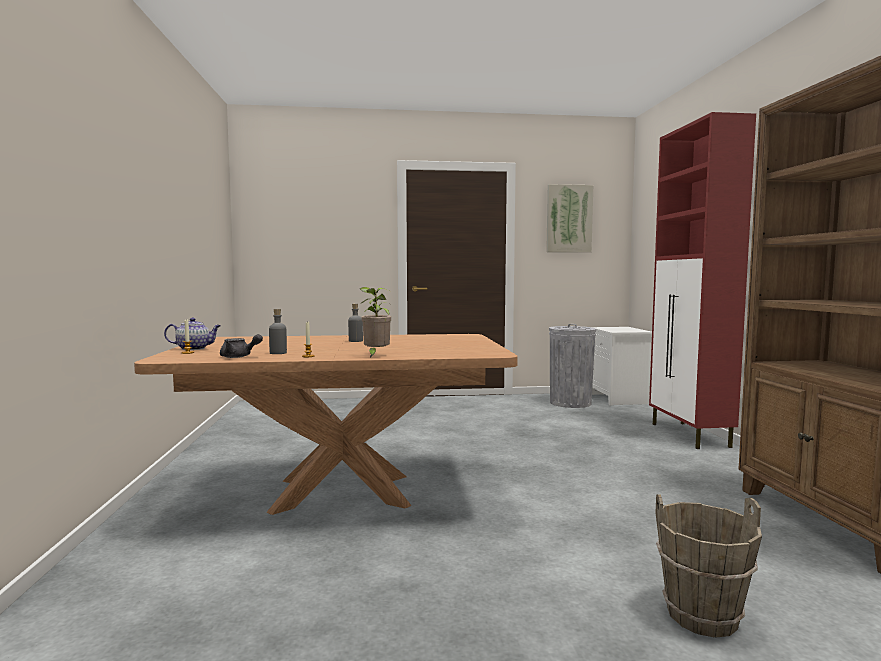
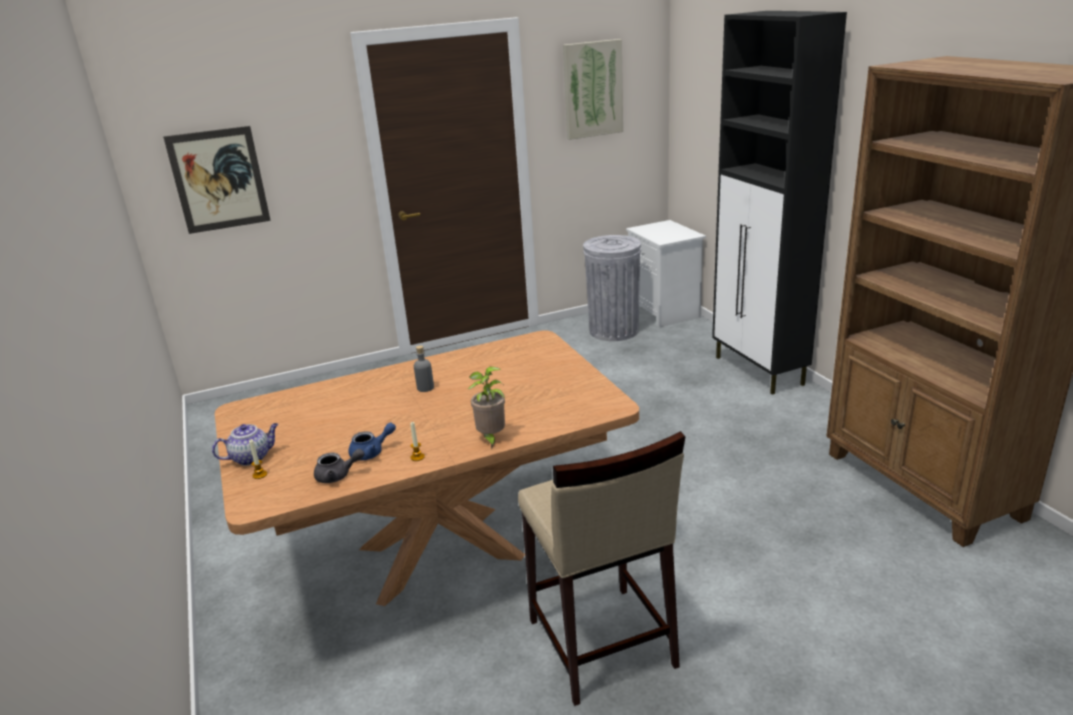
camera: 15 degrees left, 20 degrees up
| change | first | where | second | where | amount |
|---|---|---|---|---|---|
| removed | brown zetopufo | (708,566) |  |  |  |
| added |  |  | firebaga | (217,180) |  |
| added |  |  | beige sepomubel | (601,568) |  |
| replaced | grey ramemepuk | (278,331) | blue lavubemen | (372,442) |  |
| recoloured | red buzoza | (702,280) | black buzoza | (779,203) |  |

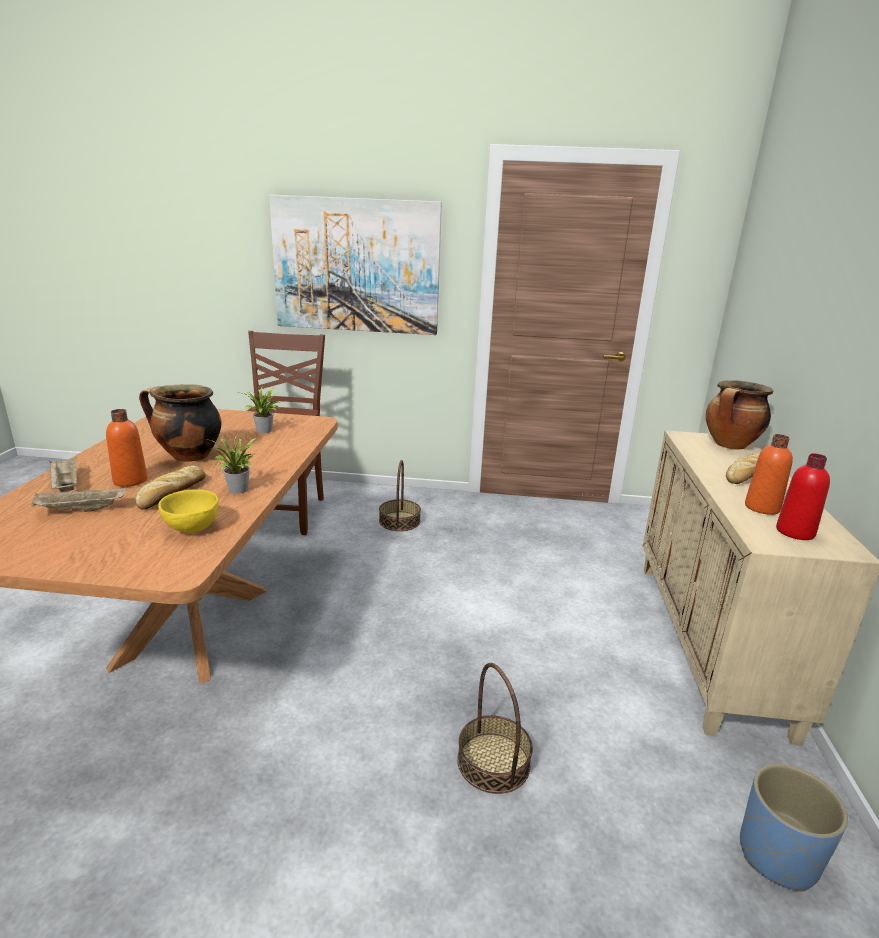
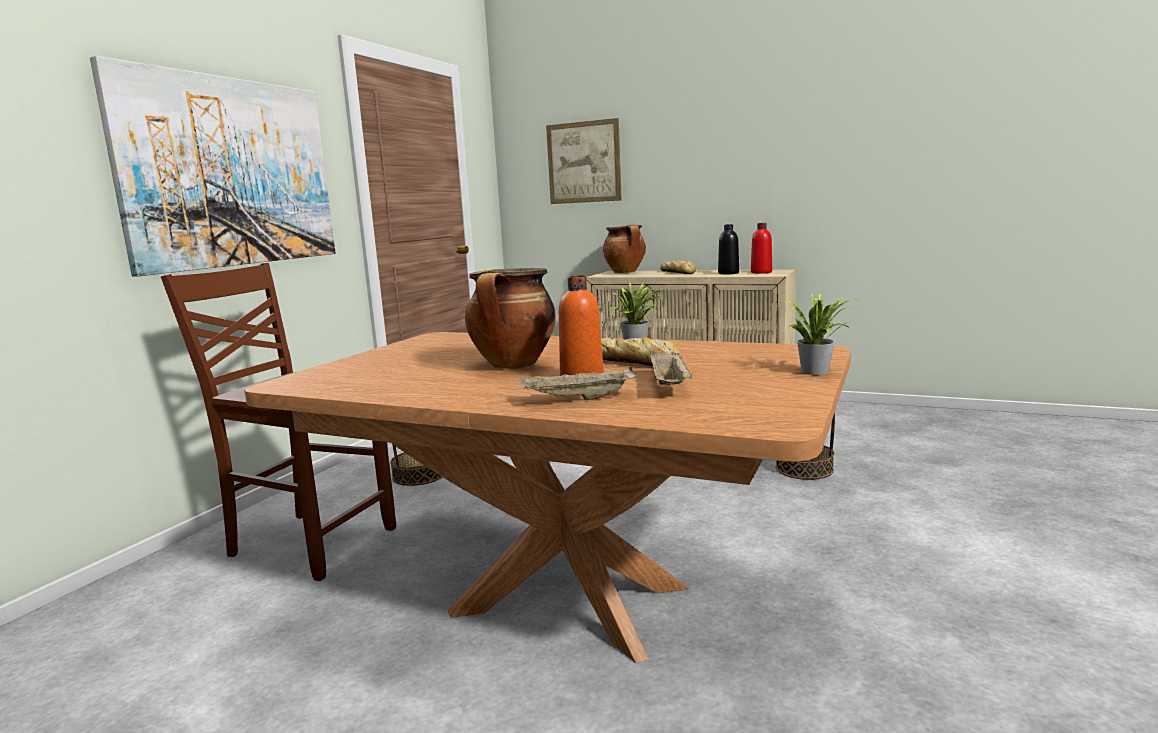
camera: 70 degrees left, 10 degrees down
| change | first | where | second | where | amount |
|---|---|---|---|---|---|
| removed | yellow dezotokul | (188,511) |  |  |  |
| removed | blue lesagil | (794,827) |  |  |  |
| added |  |  | firebaga | (584,161) |  |
| moved | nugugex | (261,410) |  | (819,333) |  |
| recoloured | orange ramemepuk | (769,474) | black ramemepuk | (728,249) |  |

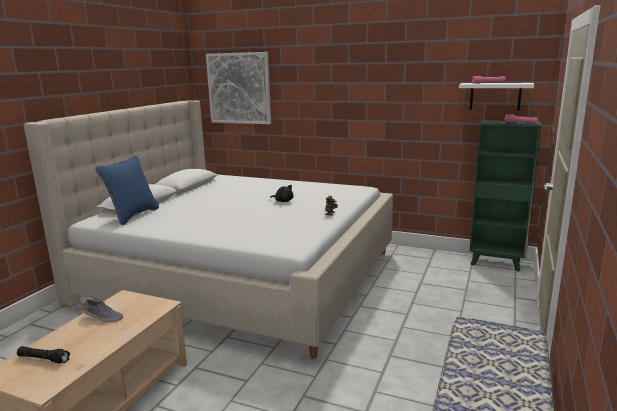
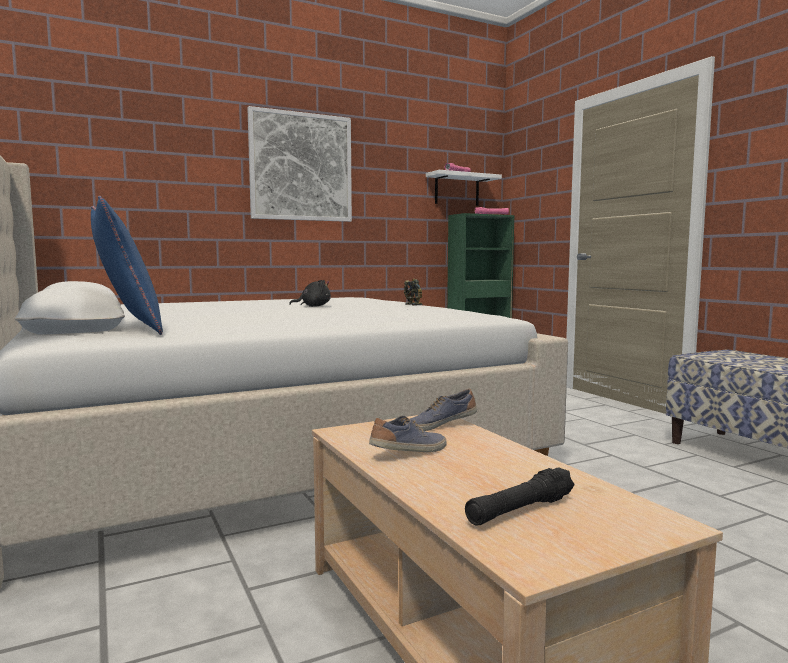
camera: 50 degrees left, 10 degrees down
| change | first | where | second | where | amount |
|---|---|---|---|---|---|
| added |  |  | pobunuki | (443,410) |  |
| moved | firebaga | (238,88) |  | (299,164) |  |

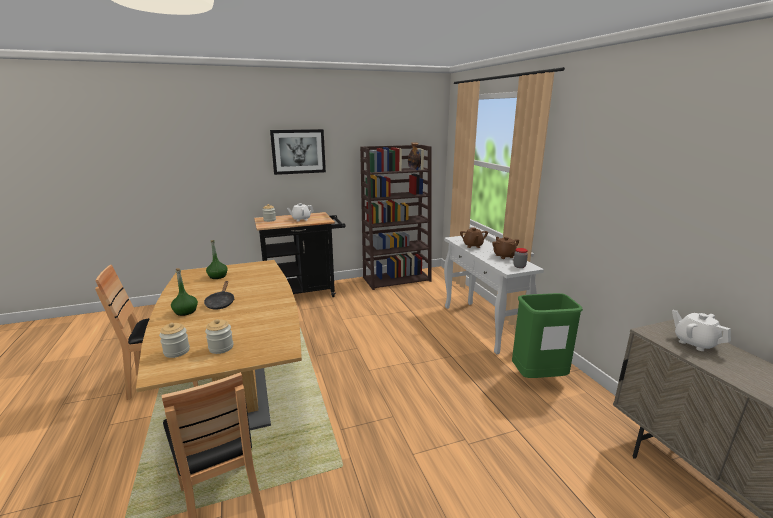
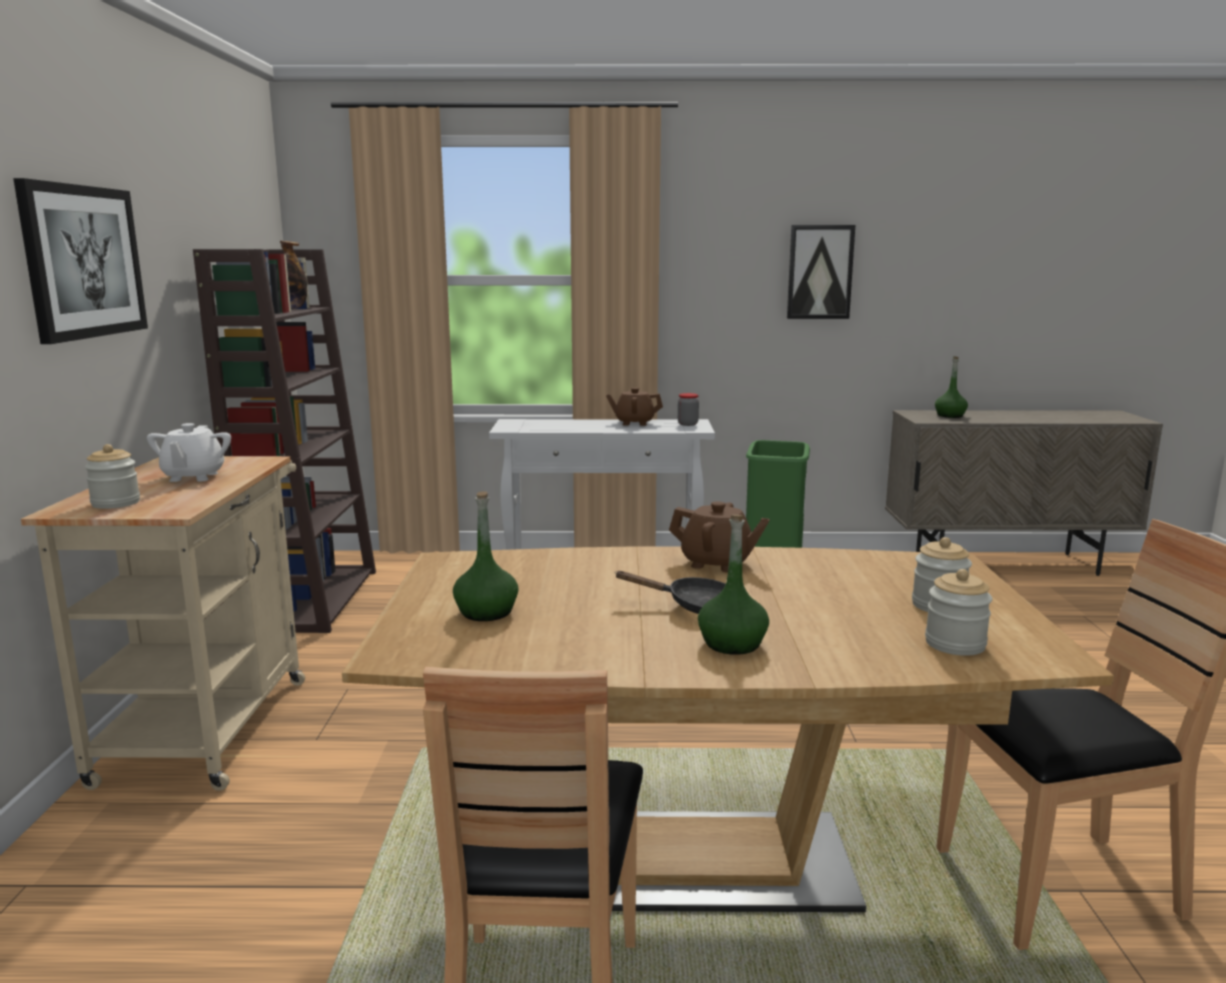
camera: 70 degrees left, 5 degrees down
| change | first | where | second | where | amount |
|---|---|---|---|---|---|
| added |  |  | firebaga | (821,272) |  |
| moved | brown lavubemen | (474,237) |  | (719,536) |  |
| replaced | white lavubemen | (701,330) | green ramemepuk | (951,387) |  |
| recoloured | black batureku | (299,254) | beige batureku | (163,623) |  |

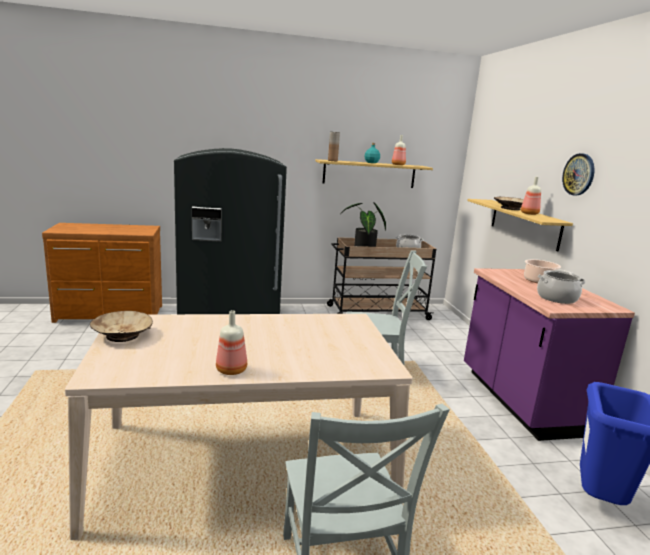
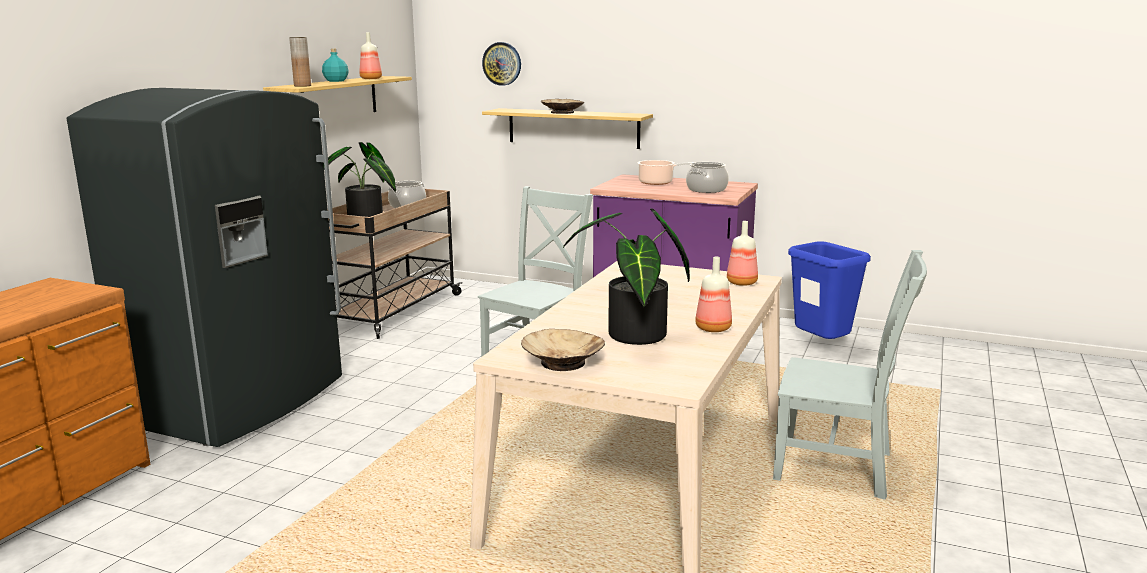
camera: 55 degrees left, 0 degrees up
| change | first | where | second | where | amount |
|---|---|---|---|---|---|
| added |  |  | nugugex | (626,276) |  |
| moved | ramemepuk | (531,196) |  | (742,253) |  |
| moved | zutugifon | (578,174) |  | (501,64) |  |

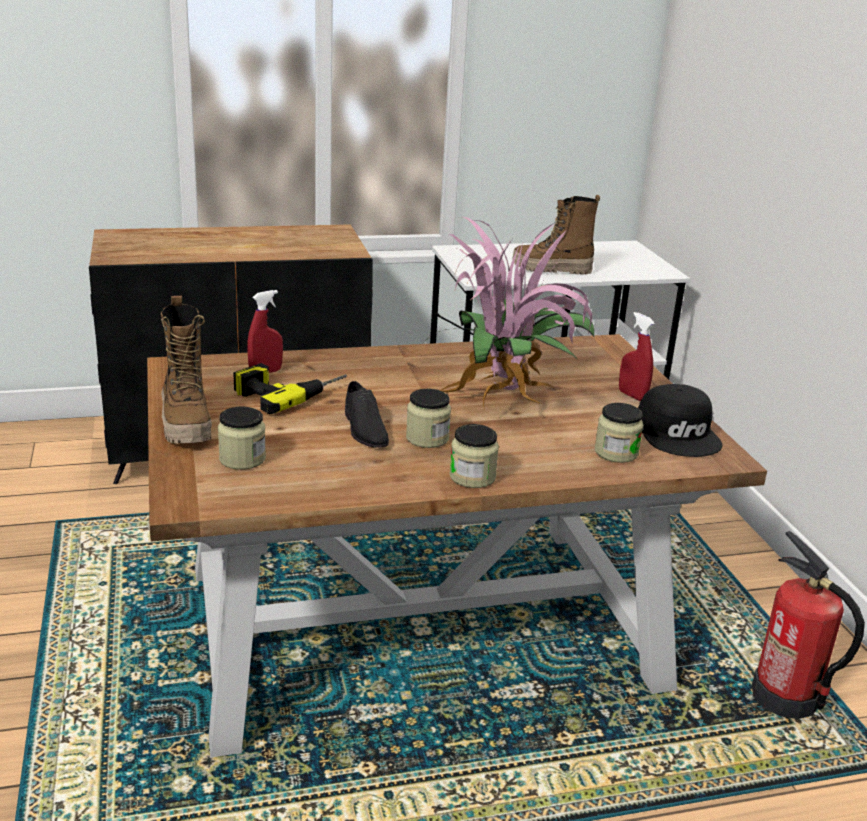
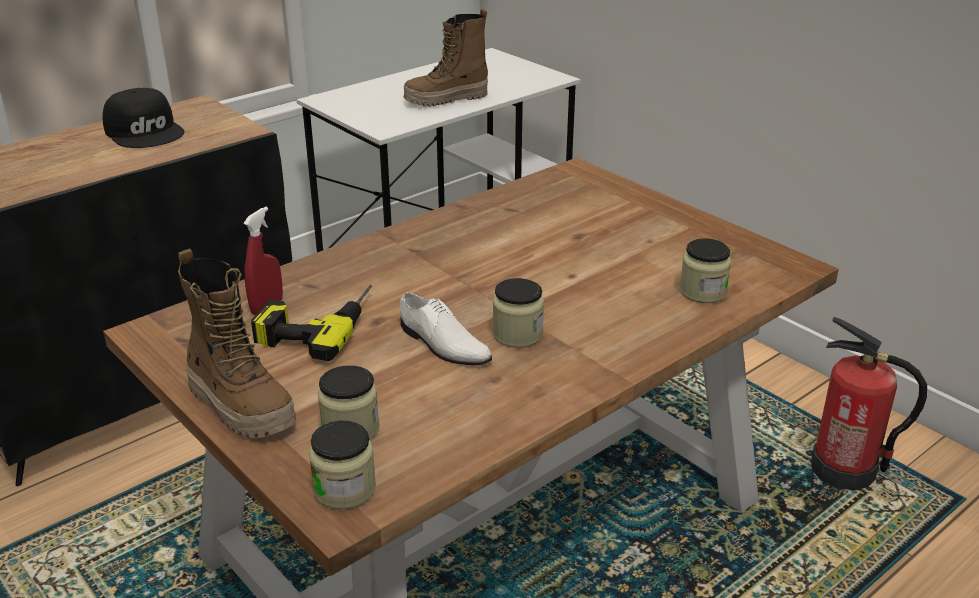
camera: 25 degrees left, 5 degrees up
| change | first | where | second | where | amount |
|---|---|---|---|---|---|
| removed | nugugex | (509,313) |  |  |  |
| removed | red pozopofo | (637,356) |  |  |  |
| moved | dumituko | (474,456) |  | (342,465) |  |
| moved | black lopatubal | (680,420) |  | (143,118) |  |
| recoloured | black pobunuki | (367,414) | white pobunuki | (446,329) |  |

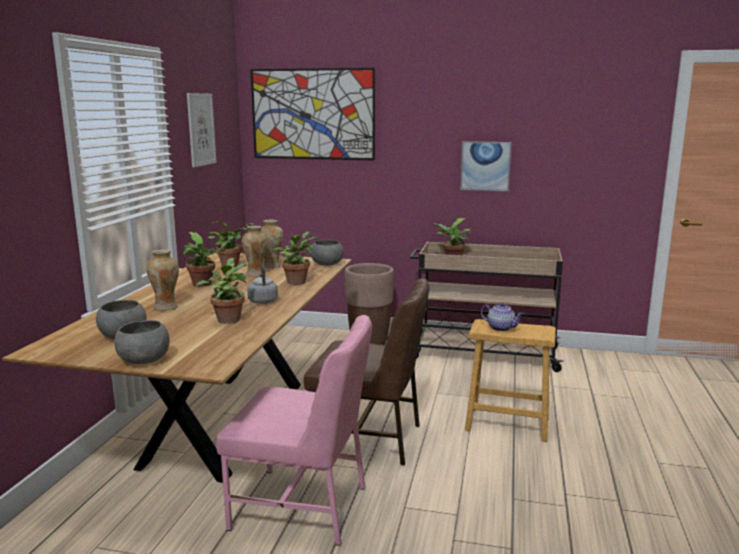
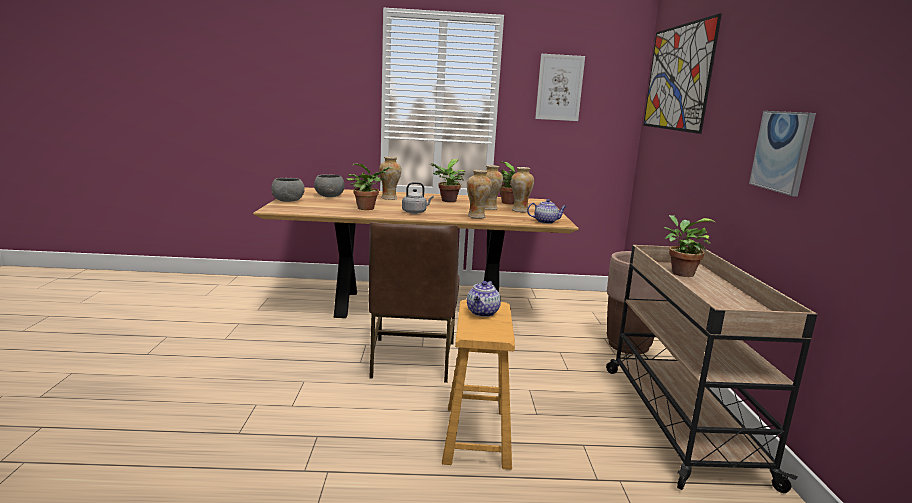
camera: 75 degrees right, 0 degrees up
| change | first | where | second | where | amount |
|---|---|---|---|---|---|
| removed | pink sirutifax | (294,430) |  |  |  |
| replaced | nugugex | (295,258) | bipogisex | (479,194) |  |
| replaced | grey dezotokul | (327,253) | lavubemen | (547,211) |  |

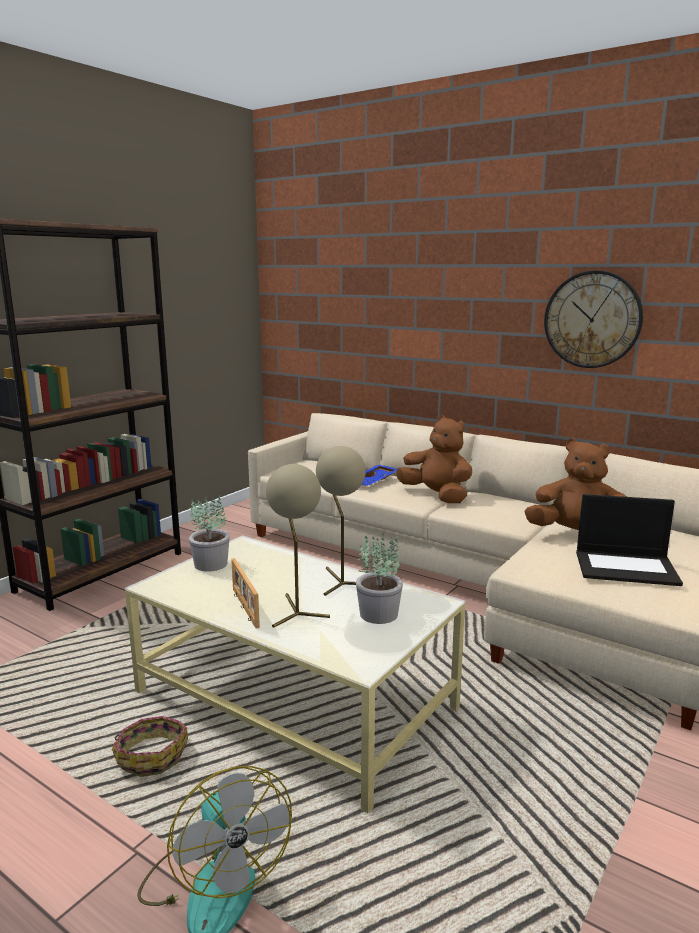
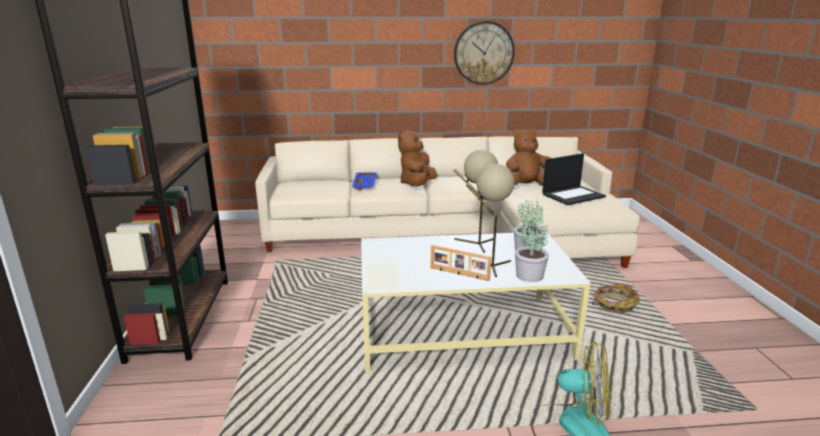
camera: 40 degrees left, 5 degrees up
| change | first | where | second | where | amount |
|---|---|---|---|---|---|
| moved | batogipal | (150,746) |  | (616,298) |  |
| moved | nugugex | (209,533) |  | (532,249) |  |
| turned | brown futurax | (434,459) |  | (417,157) | 75 degrees counterclockwise |

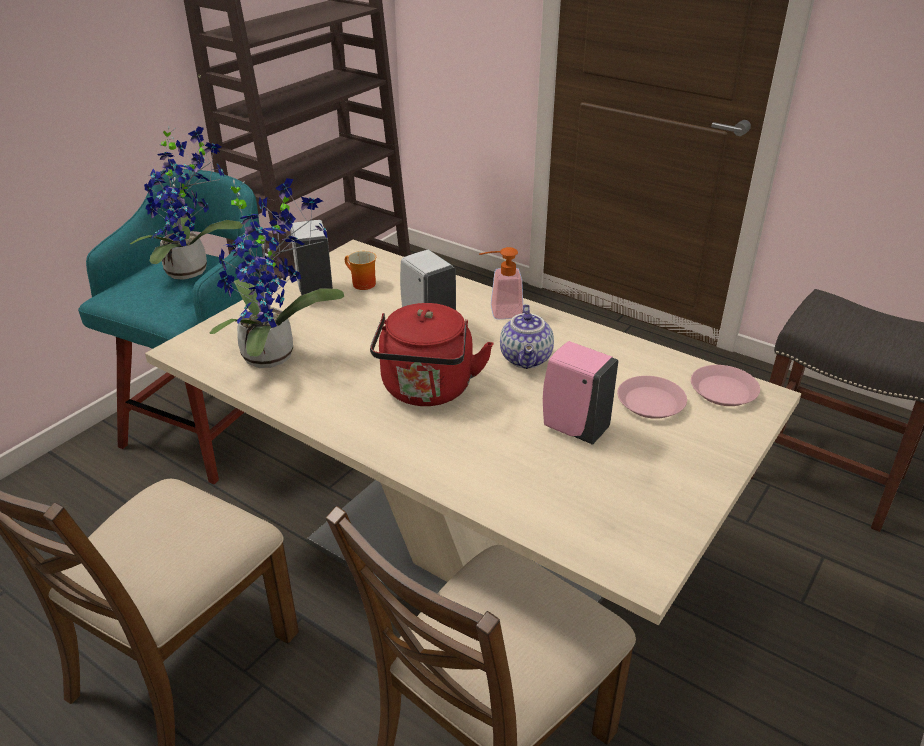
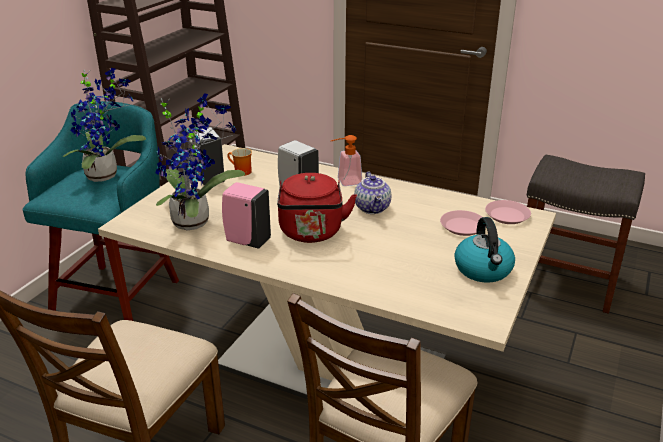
camera: 10 degrees left, 5 degrees down
| change | first | where | second | where | amount |
|---|---|---|---|---|---|
| added |  |  | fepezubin | (484,250) |  |
| moved | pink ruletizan | (580,393) |  | (246,215) |  |

